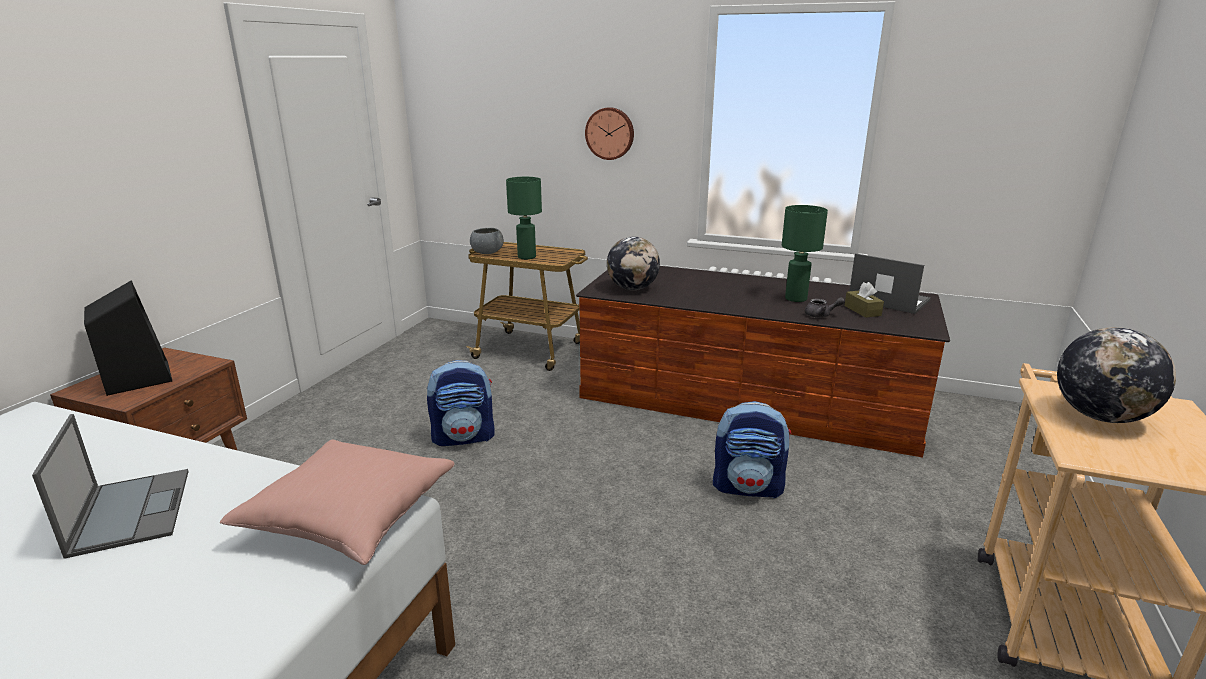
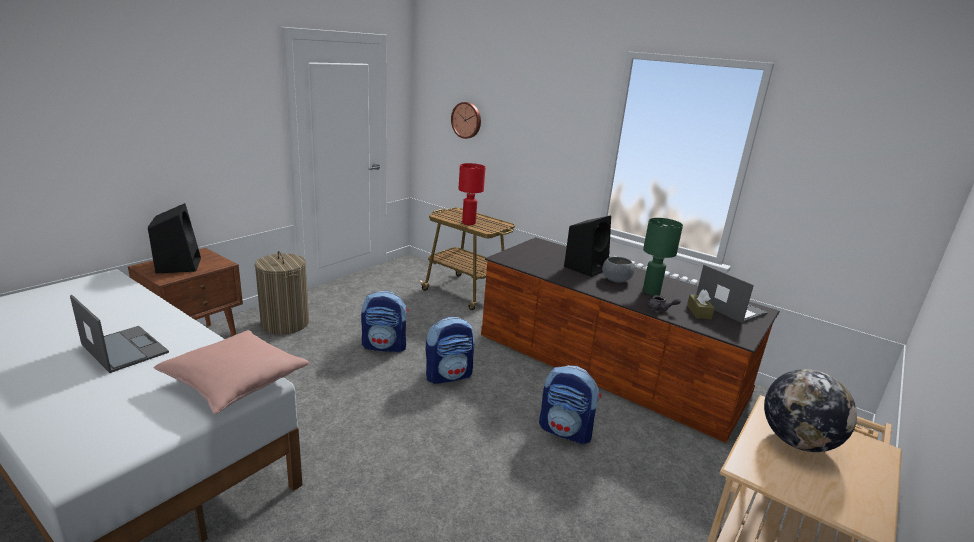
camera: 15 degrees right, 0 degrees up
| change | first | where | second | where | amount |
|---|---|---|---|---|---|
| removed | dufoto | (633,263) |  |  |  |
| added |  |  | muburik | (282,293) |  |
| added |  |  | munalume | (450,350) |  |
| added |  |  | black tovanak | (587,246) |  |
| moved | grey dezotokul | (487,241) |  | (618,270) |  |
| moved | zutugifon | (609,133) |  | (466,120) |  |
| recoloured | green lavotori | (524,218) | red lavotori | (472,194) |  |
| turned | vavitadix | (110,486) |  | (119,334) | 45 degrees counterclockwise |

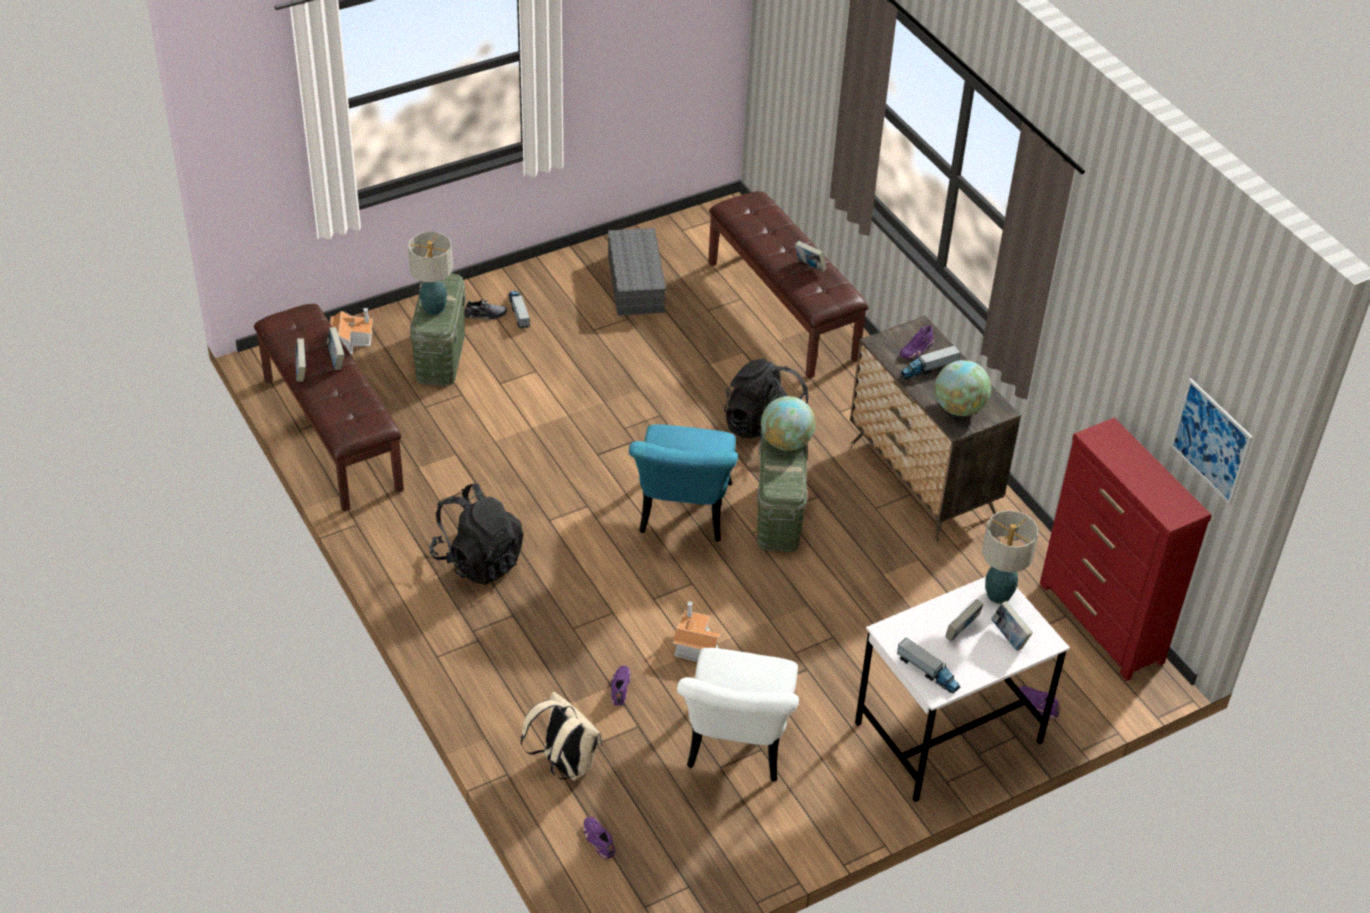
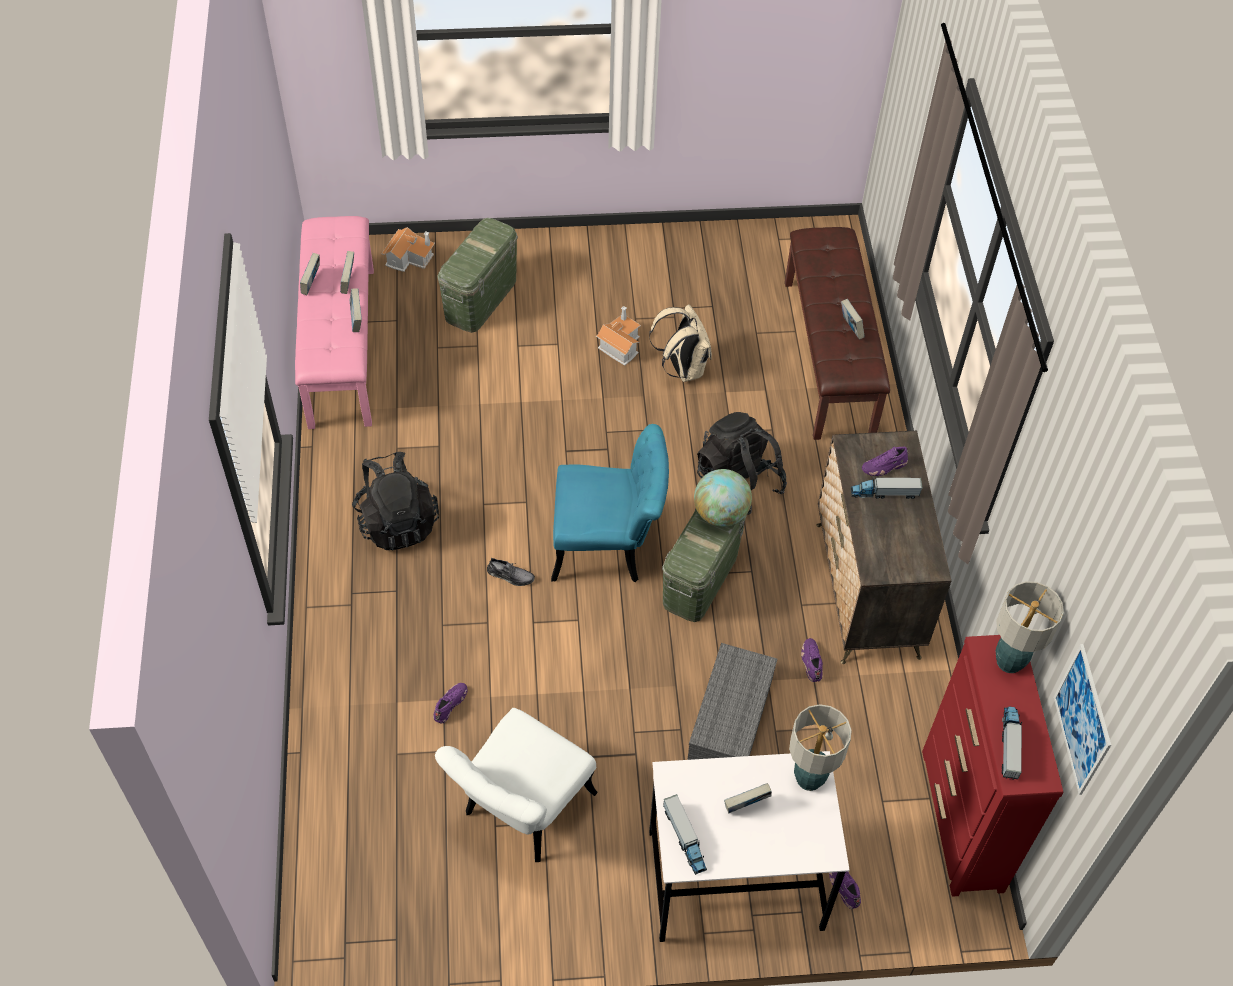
camera: 25 degrees right, 10 degrees up
| change | first | where | second | where | amount |
|---|---|---|---|---|---|
| removed | dufoto | (963,388) |  |  |  |
| moved | lavotori | (430,273) |  | (1030,627) |  |
| moved | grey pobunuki | (486,309) |  | (511,572) |  |
| moved | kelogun | (519,310) |  | (1012,743) |  |
| moved | beige munalume | (561,736) |  | (680,343) |  |
| moved | purple pobunuki | (599,838) |  | (812,660) |  |
| moved | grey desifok | (637,272) |  | (732,701) |  |
| moved | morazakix | (697,631) |  | (618,336) |  |
| moved | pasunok | (1012,626) |  | (356,310) |  |
| recoloured | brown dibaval | (329,407) | pink dibaval | (334,322) |  |
| turned | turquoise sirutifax | (683,483) |  | (610,503) | 120 degrees counterclockwise |

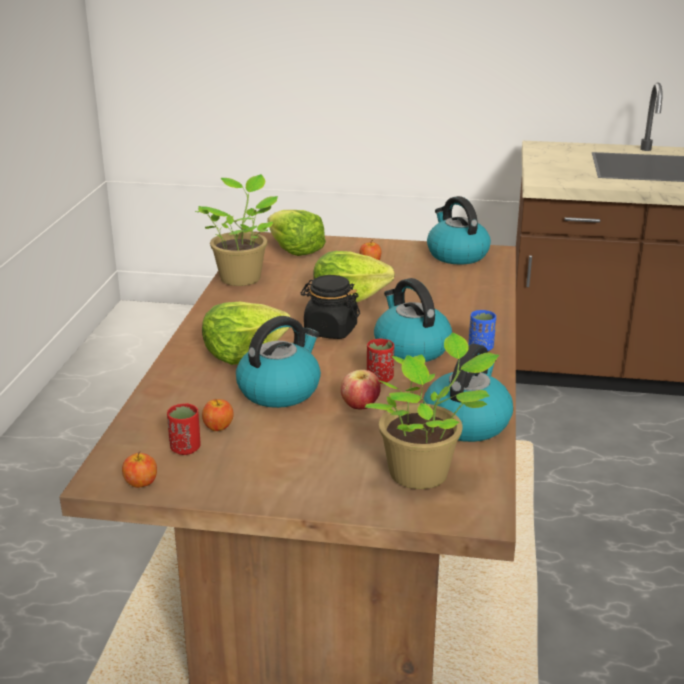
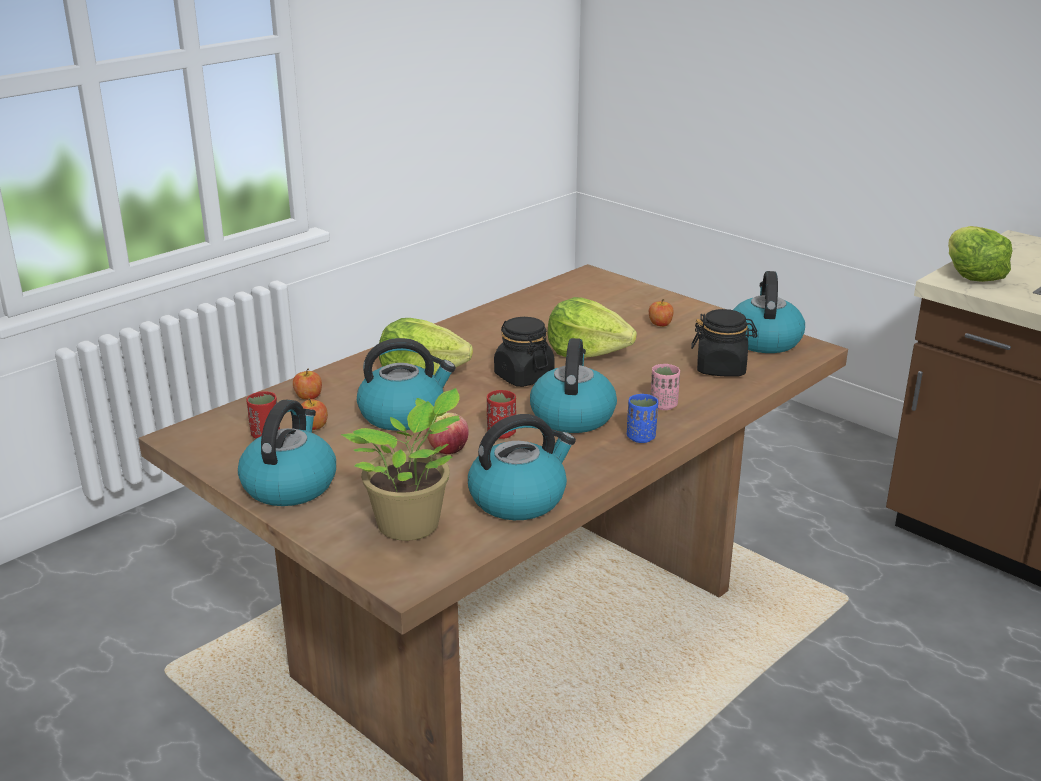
camera: 35 degrees right, 0 degrees up
| change | first | where | second | where | amount |
|---|---|---|---|---|---|
| removed | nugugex | (236,230) |  |  |  |
| added |  |  | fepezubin | (287,453) |  |
| added |  |  | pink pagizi | (665,387) |  |
| added |  |  | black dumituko | (724,343) |  |
| moved | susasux | (139,469) |  | (307,384) |  |
| moved | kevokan | (296,233) |  | (980,254) |  |

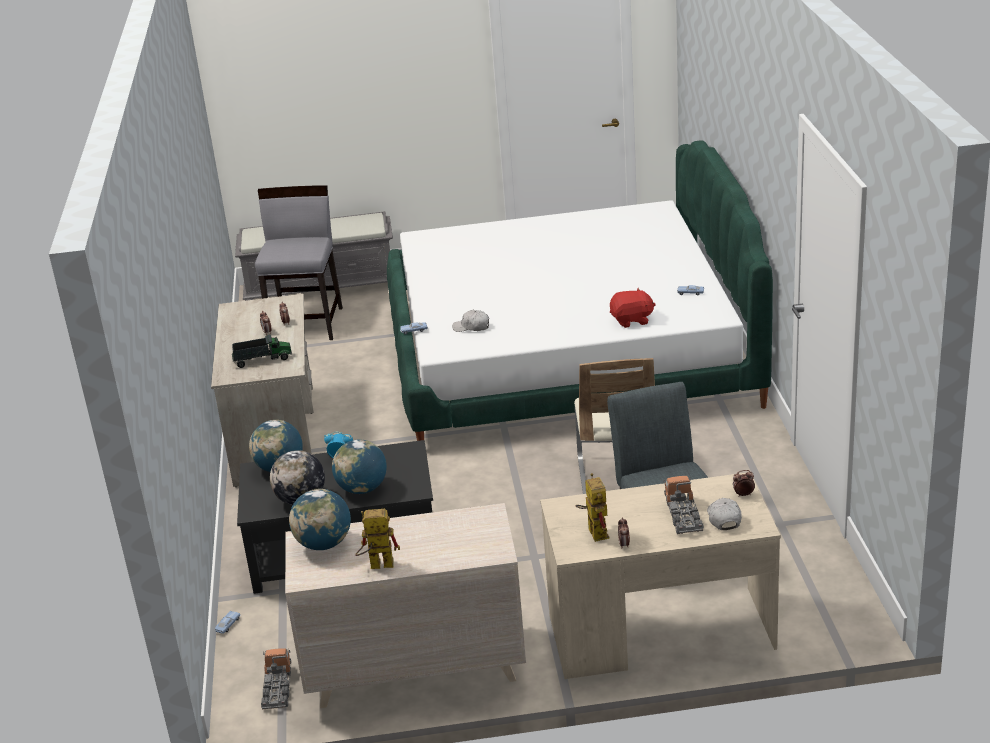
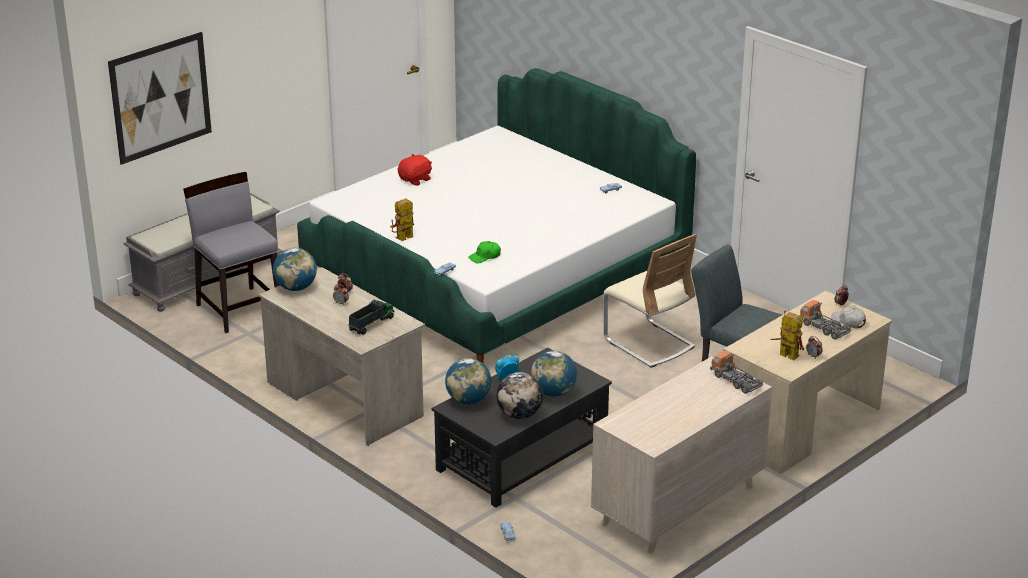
camera: 40 degrees left, 0 degrees up
| change | first | where | second | where | amount |
|---|---|---|---|---|---|
| added |  |  | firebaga | (160,98) |  |
| moved | kelogun | (276,678) |  | (736,372) |  |
| moved | dufoto | (320,519) |  | (295,269) |  |
| moved | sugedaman | (377,539) |  | (402,219) |  |
| moved | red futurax | (633,308) |  | (415,170) |  |
| recoloured | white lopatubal | (470,321) | green lopatubal | (484,252) |  |

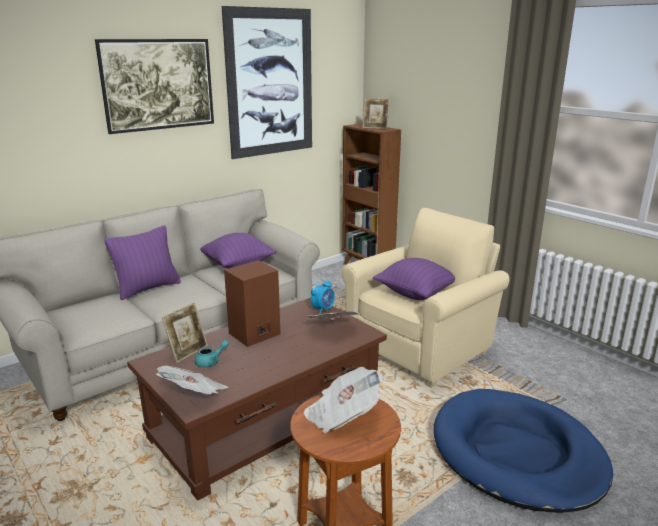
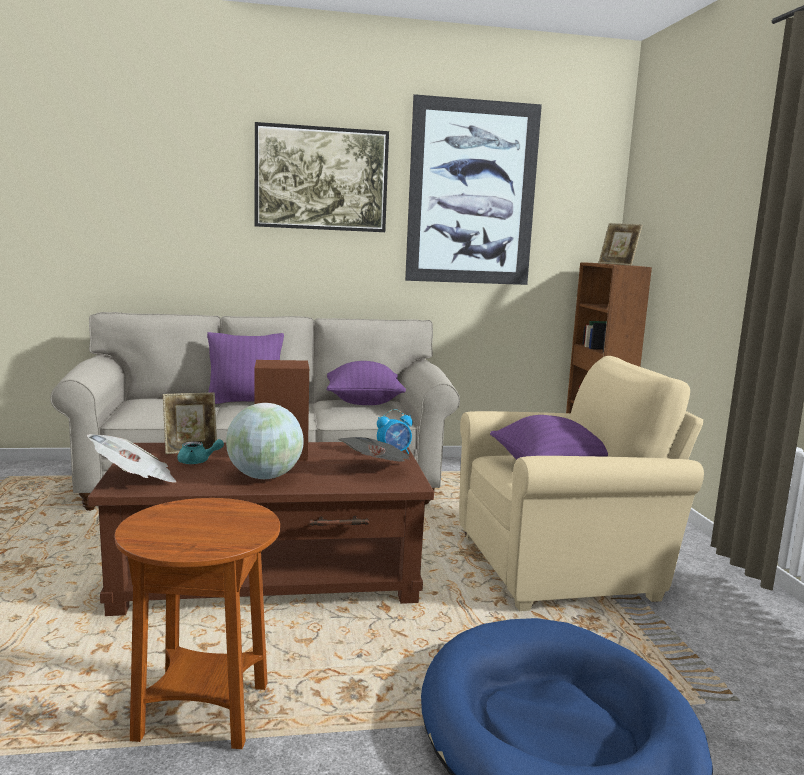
camera: 30 degrees right, 10 degrees down
| change | first | where | second | where | amount |
|---|---|---|---|---|---|
| removed | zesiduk | (343,400) |  |  |  |
| added |  |  | dufoto | (265,441) |  |

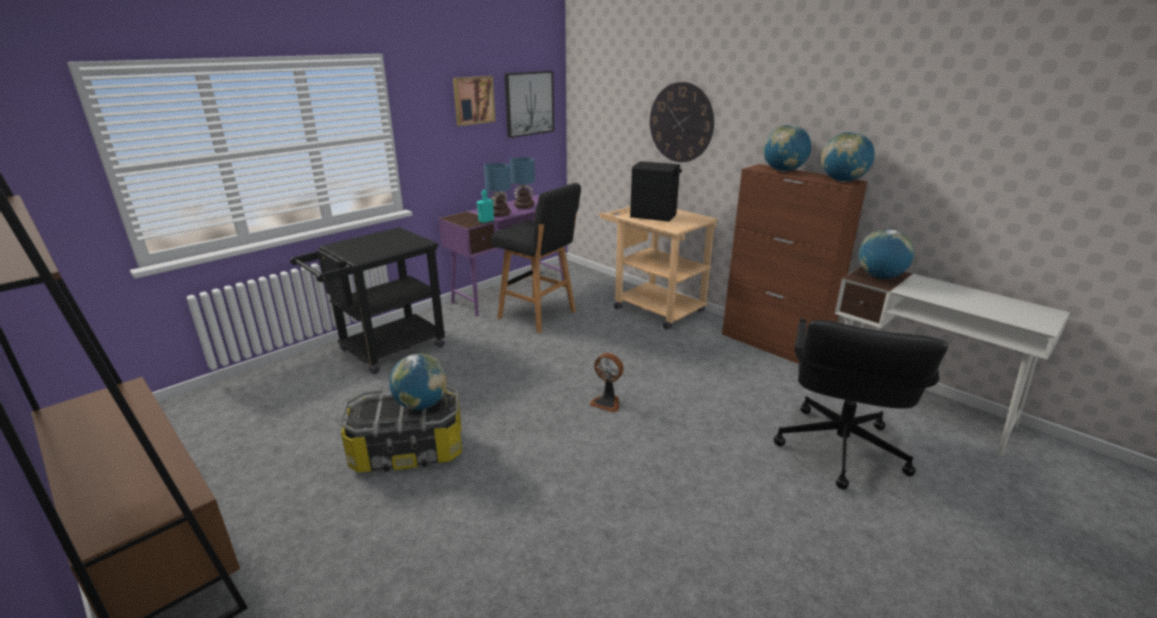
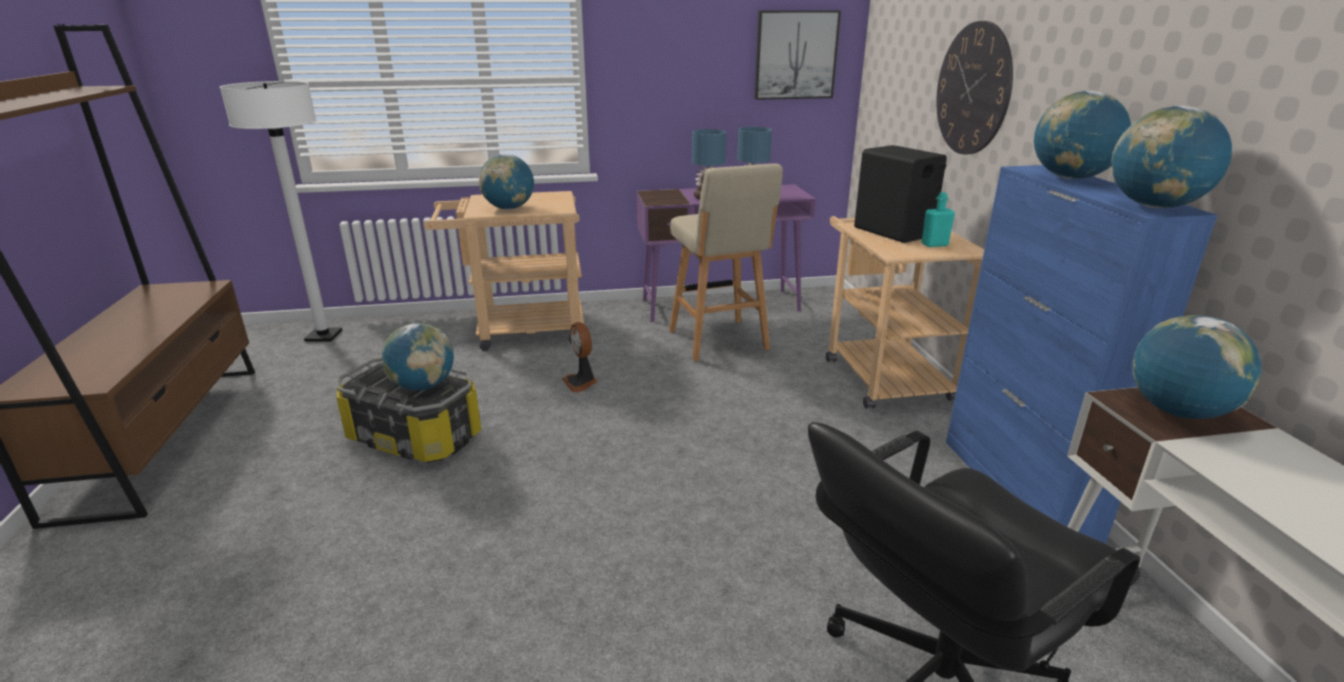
camera: 35 degrees right, 0 degrees up
| change | first | where | second | where | amount |
|---|---|---|---|---|---|
| removed | firebaga | (474,101) |  |  |  |
| added |  |  | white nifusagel | (281,211) |  |
| added |  |  | dufoto | (506,182) |  |
| moved | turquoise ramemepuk | (485,206) |  | (938,219) |  |
| moved | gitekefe | (606,382) |  | (580,357) |  |
| recoloured | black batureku | (368,300) | beige batureku | (504,271) |  |
| recoloured | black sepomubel | (536,258) | beige sepomubel | (726,262) |  |
| recoloured | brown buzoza | (795,264) | blue buzoza | (1082,354) |  |

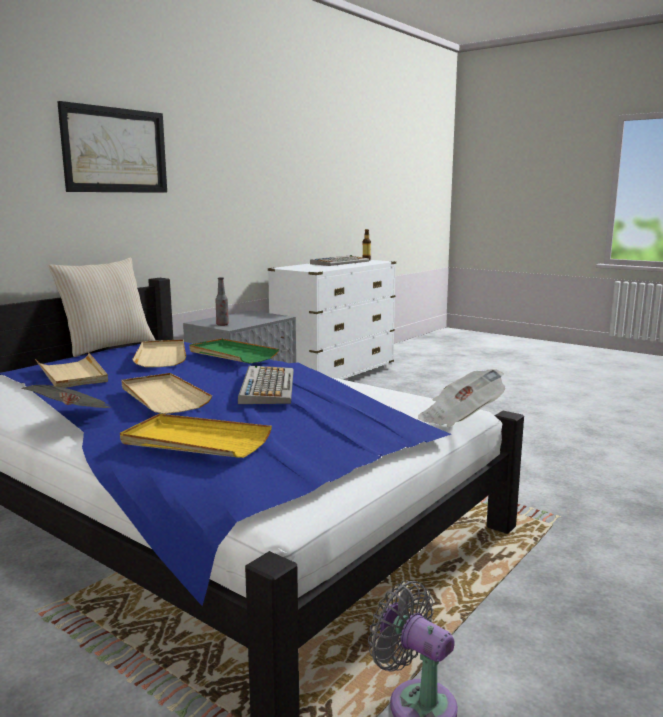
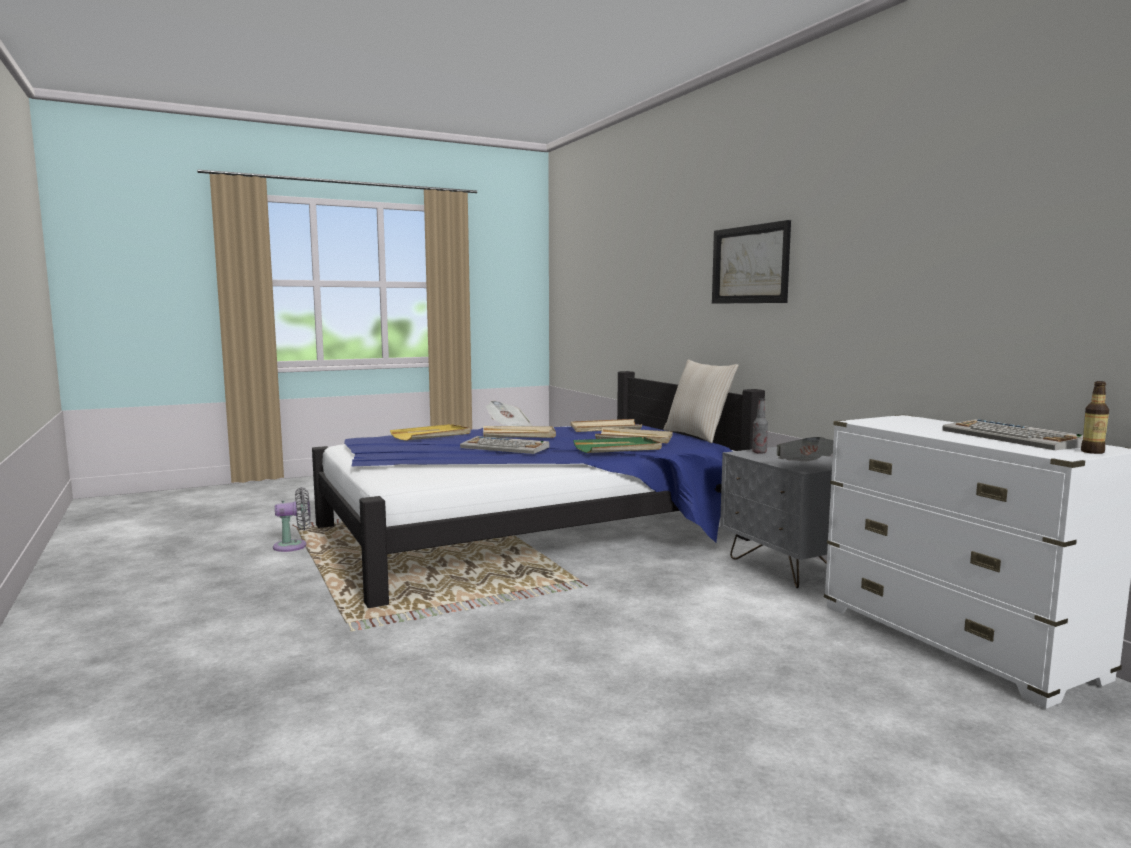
camera: 115 degrees right, 5 degrees down
| change | first | where | second | where | amount |
|---|---|---|---|---|---|
| moved | zesiduk | (461,398) |  | (805,449) |  |

